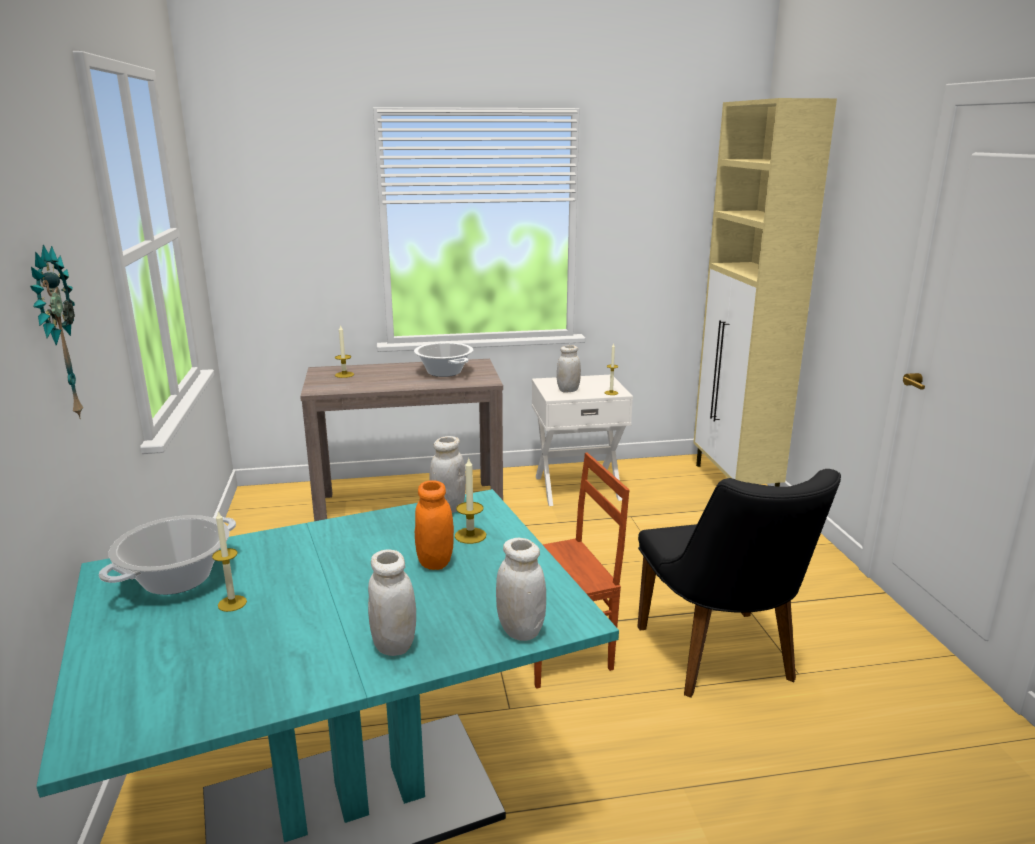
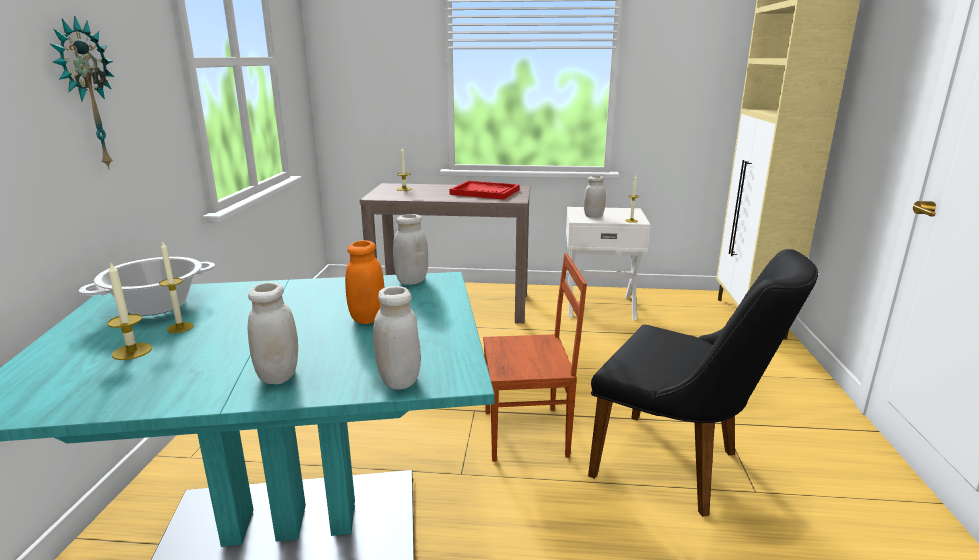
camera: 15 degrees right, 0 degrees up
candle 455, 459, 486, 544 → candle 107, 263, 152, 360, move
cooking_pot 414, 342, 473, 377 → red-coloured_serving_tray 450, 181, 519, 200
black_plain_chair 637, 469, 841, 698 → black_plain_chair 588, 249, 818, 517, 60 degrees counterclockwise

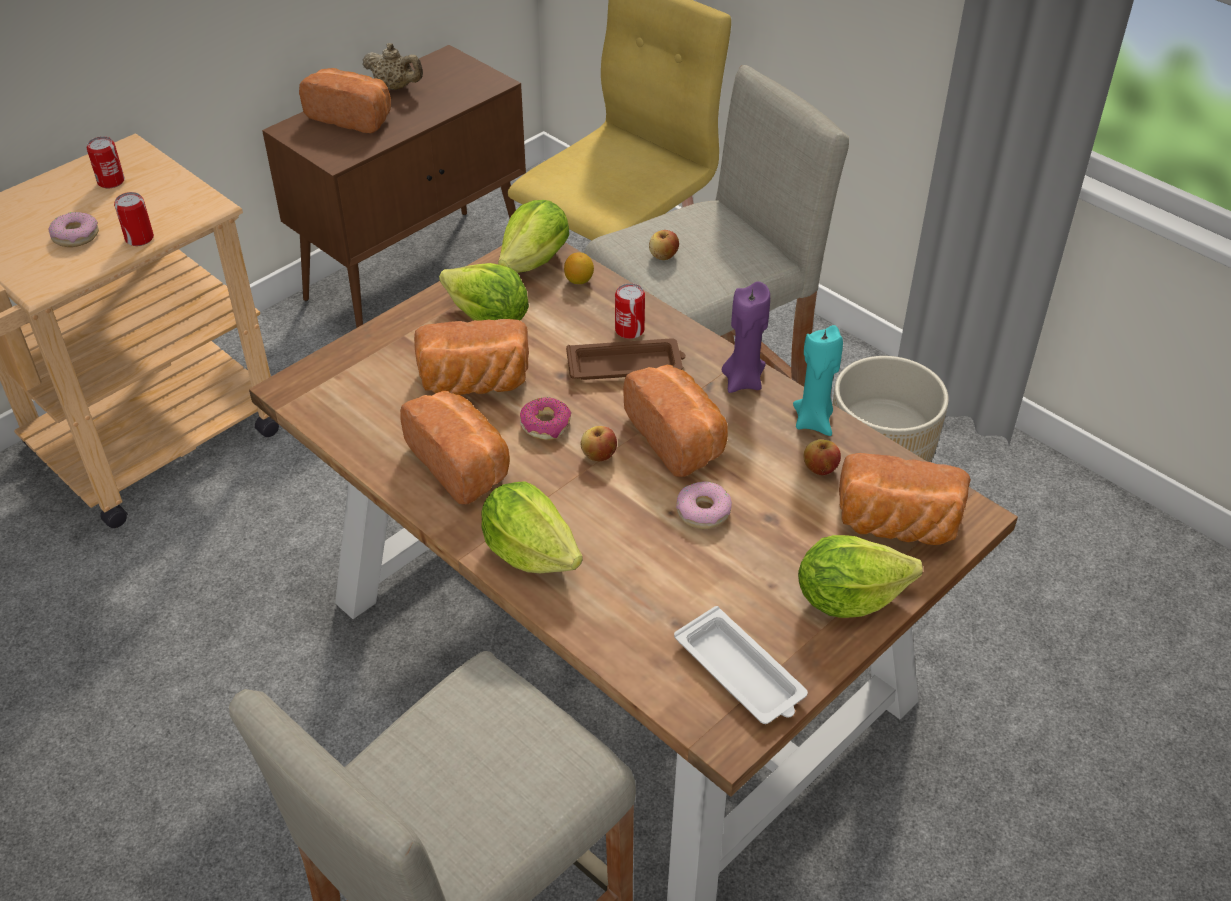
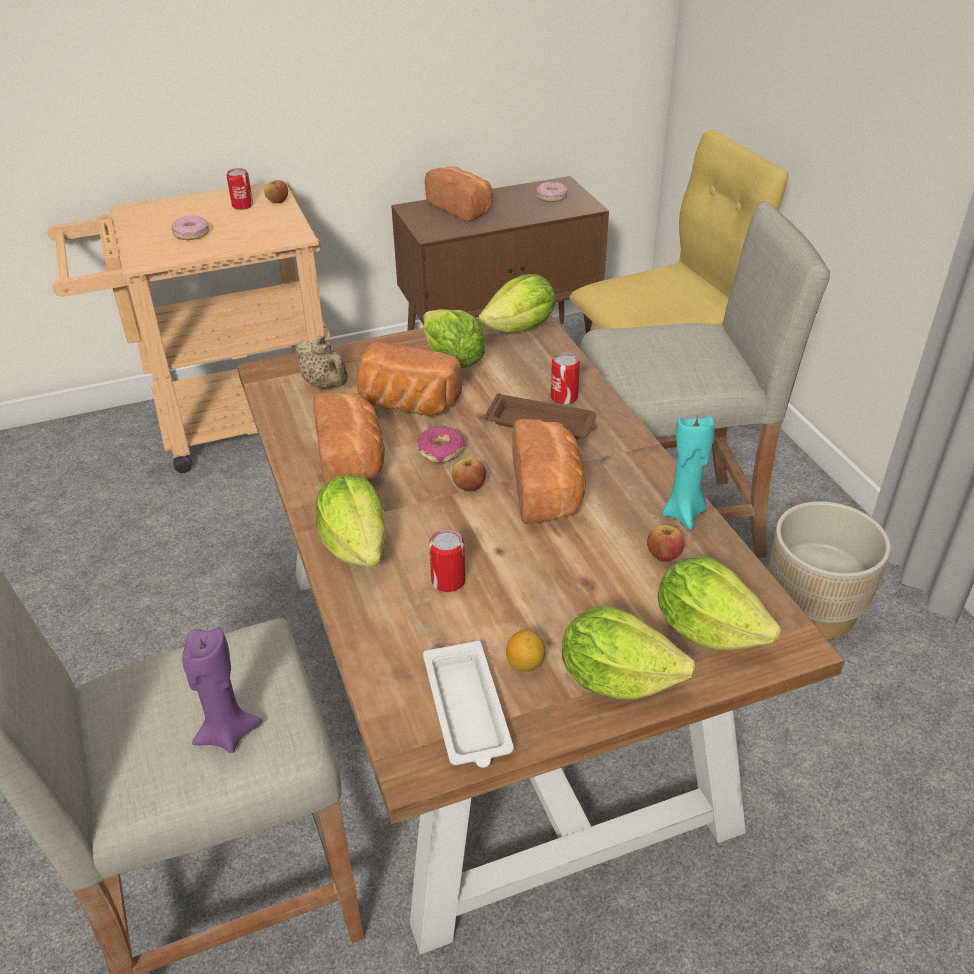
camera: 25 degrees right, 5 degrees down
sealed_can 114, 192, 154, 246 → sealed_can 429, 529, 465, 592, move
beige-coloured_pot_for_tea 362, 43, 423, 90 → beige-coloured_pot_for_tea 295, 335, 348, 389, move
citrus_fruit 564, 252, 594, 284 → citrus_fruit 506, 630, 545, 672, move
apple_fruit 649, 230, 679, 260 → apple_fruit 264, 180, 288, 203, move
doughnut 676, 481, 732, 529 → doughnut 537, 182, 567, 202, move
purple-coloured_candle 722, 281, 770, 393 → purple-coloured_candle 182, 628, 262, 753, move
bakery_bread 839, 453, 971, 545 → lettuce 658, 556, 781, 650

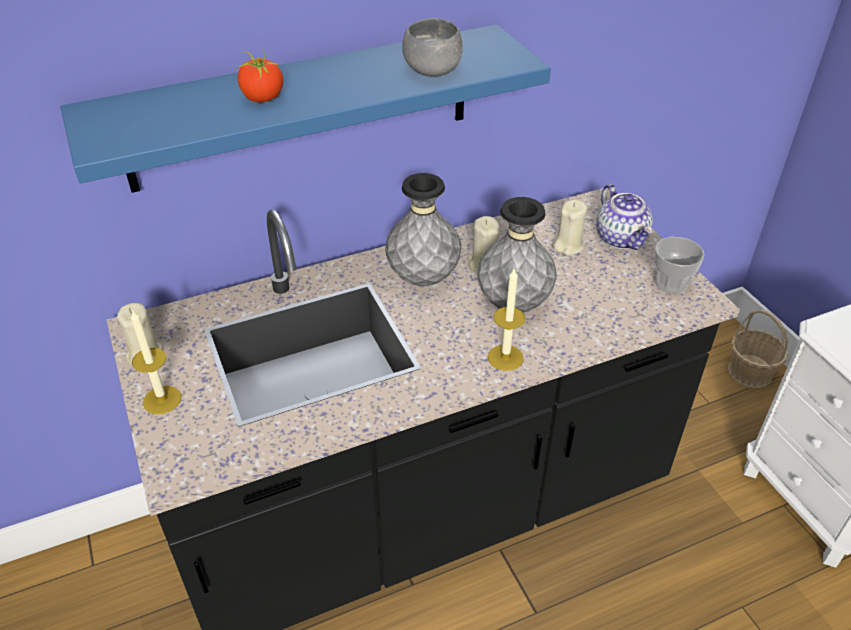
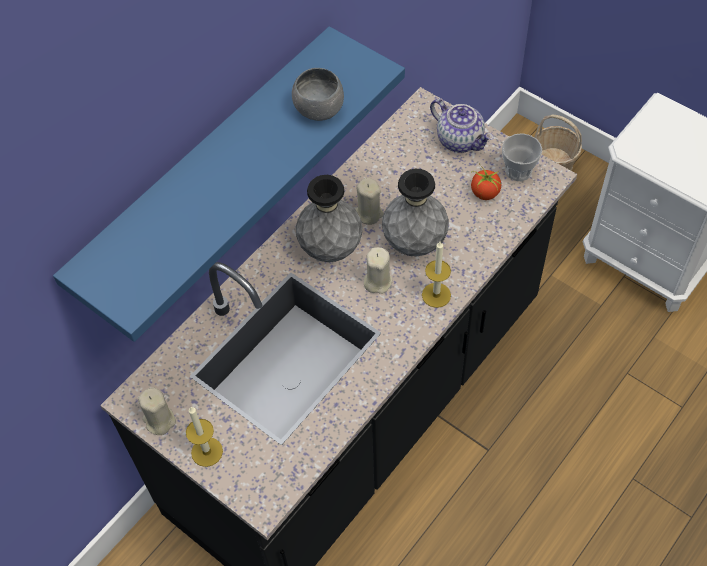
camera: 25 degrees left, 15 degrees up
fresh_tomato 238, 50, 283, 102 → fresh_tomato 471, 163, 502, 200, move
beige-coloured_candle 552, 199, 587, 256 → beige-coloured_candle 364, 247, 393, 294, move

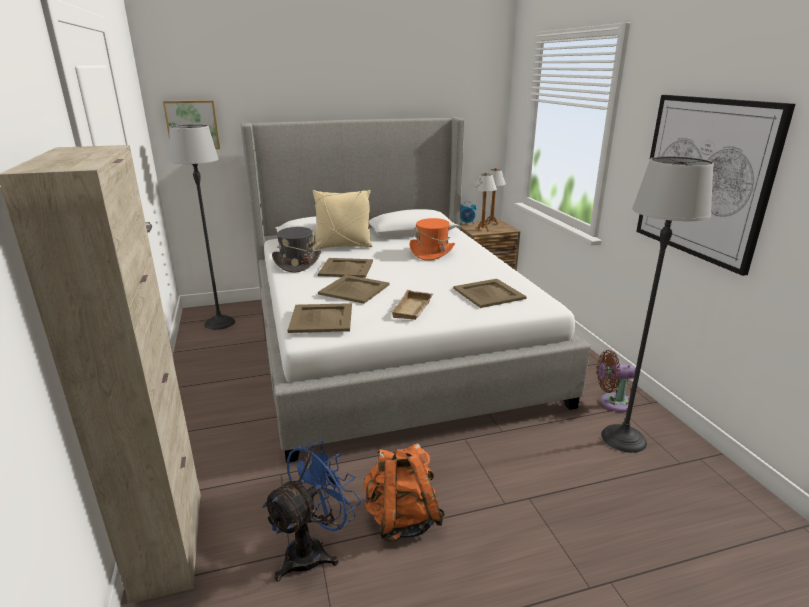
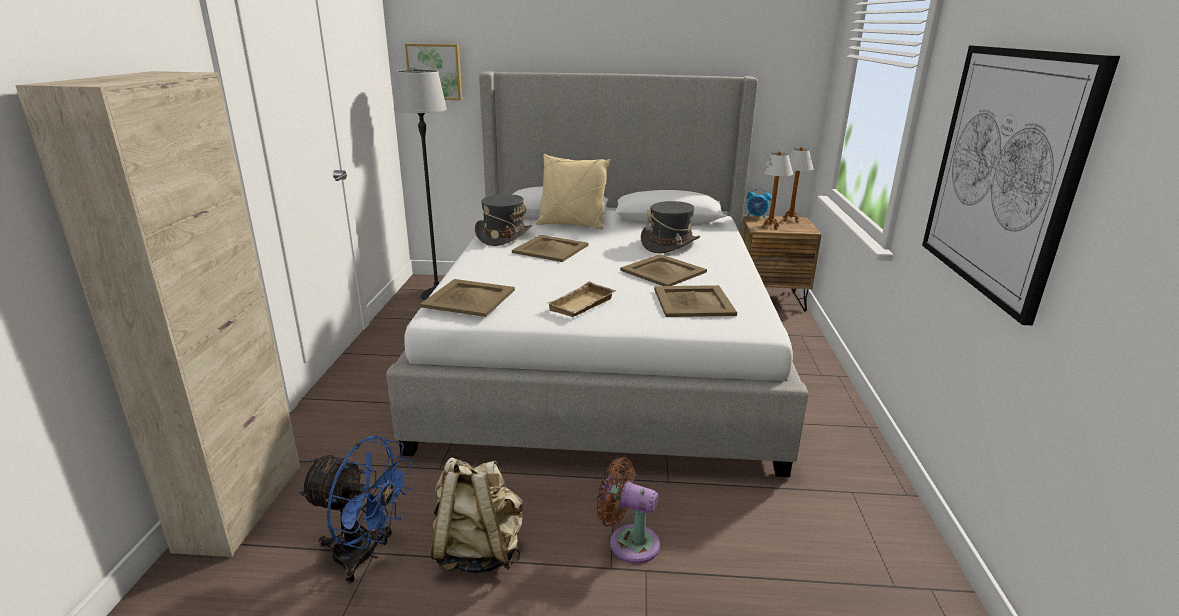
camera: 20 degrees right, 0 degrees up
standing_lamp 601, 156, 714, 453 → -
beige-coloured_serving_tray 318, 275, 389, 304 → beige-coloured_serving_tray 620, 254, 707, 286, move
brownish_fan 597, 350, 636, 412 → brownish_fan 596, 457, 660, 564, move
orange_backpack 364, 443, 445, 542 → beige-coloured_backpack 431, 457, 524, 573
orange_wearable_hat 410, 218, 455, 261 → grey_wearable_hat 641, 201, 700, 253
blue-coloured_fan 262, 440, 361, 582 → blue-coloured_fan 299, 436, 412, 583, 45 degrees clockwise

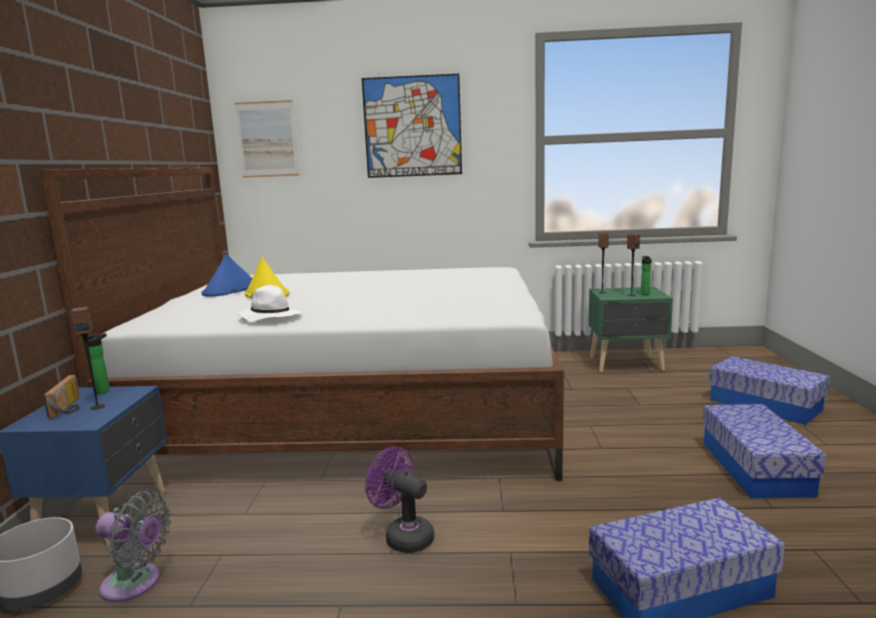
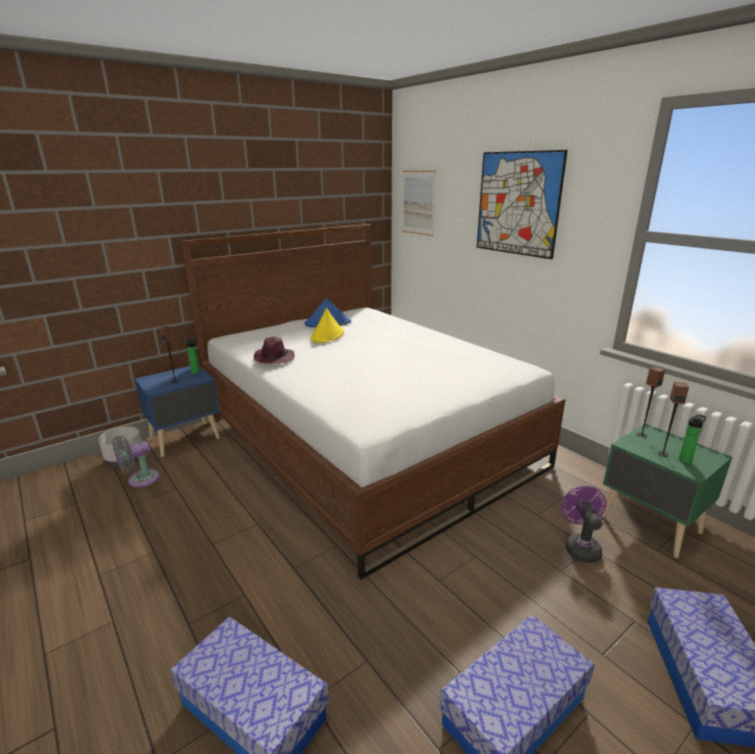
camera: 50 degrees right, 10 degrees up
radio_receiver 43, 375, 80, 419 → -
purple-coloured_fan 365, 446, 434, 553 → purple-coloured_fan 561, 486, 607, 563, move
white_wearable_hat 238, 285, 302, 322 → purple-coloured_wearable_hat 254, 337, 295, 364
grey_fan 96, 491, 171, 602 → grey_fan 112, 436, 160, 487, 75 degrees clockwise

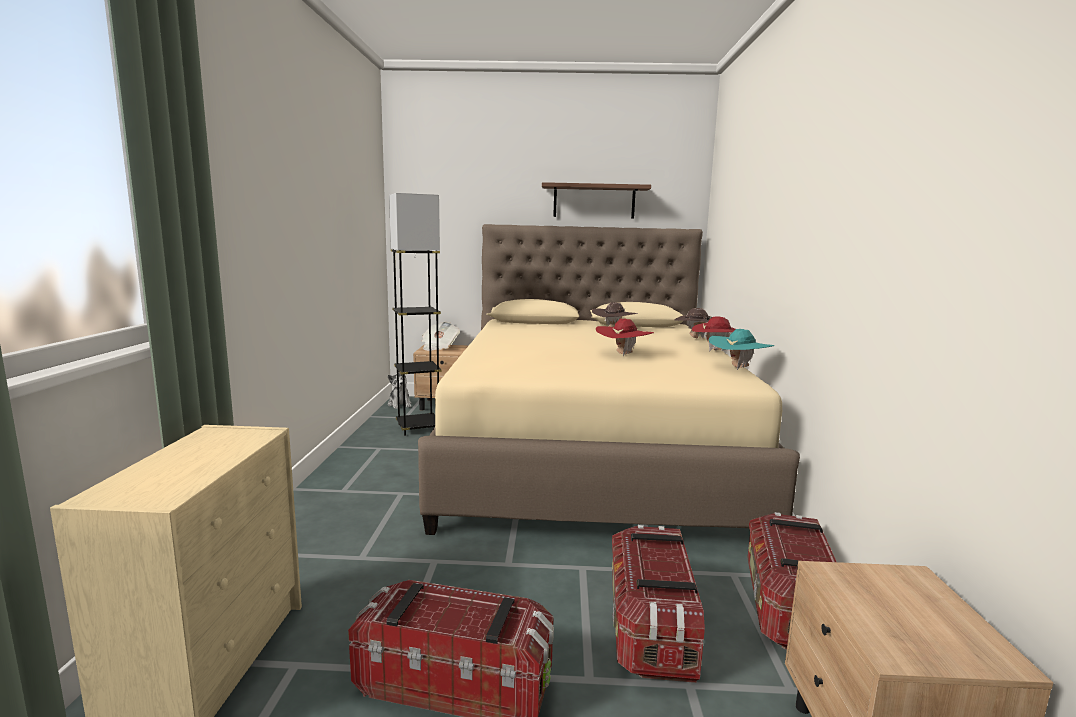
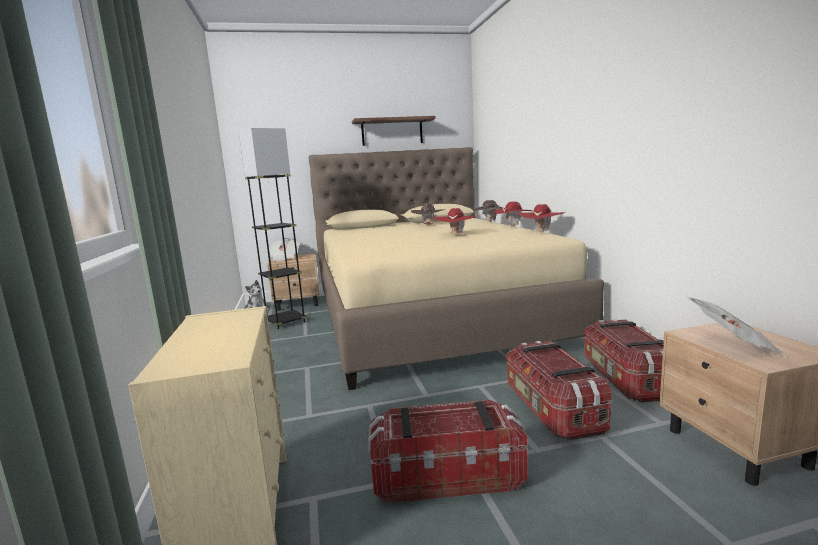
camera: 15 degrees left, 0 degrees up
- → printed_paper 687, 297, 789, 356
turquoise-coloured_wearable_hat 709, 329, 774, 370 → red-coloured_wearable_hat 518, 204, 565, 233

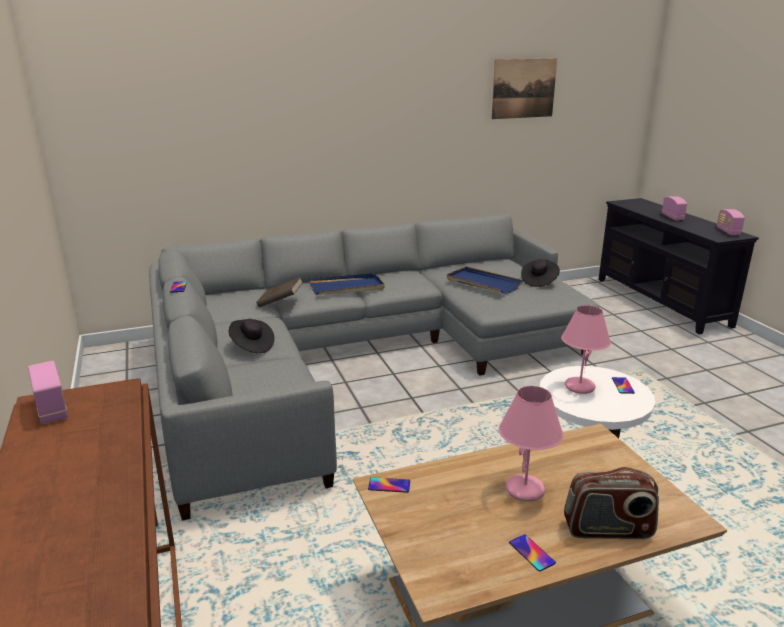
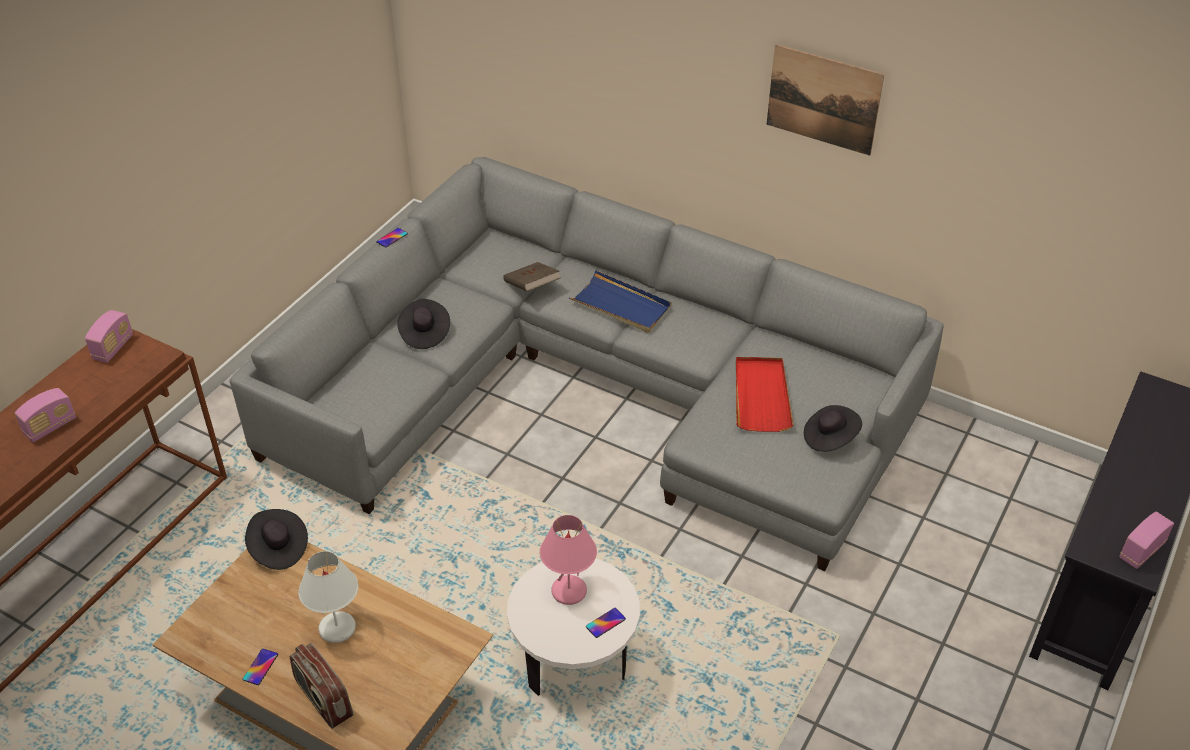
camera: 50 degrees right, 20 degrees up
picture 491, 58, 557, 119 → picture 767, 44, 884, 156, move
radio_receiver 662, 196, 687, 221 → radio_receiver 15, 388, 76, 443, move
phone 368, 477, 410, 493 → black_wearable_hat 245, 509, 308, 570
blue-coloured_serving_tray 447, 267, 523, 294 → red-coloured_serving_tray 736, 357, 794, 432
pinkish_table_lamp 499, 386, 563, 502 → white_table_lamp 298, 551, 359, 643

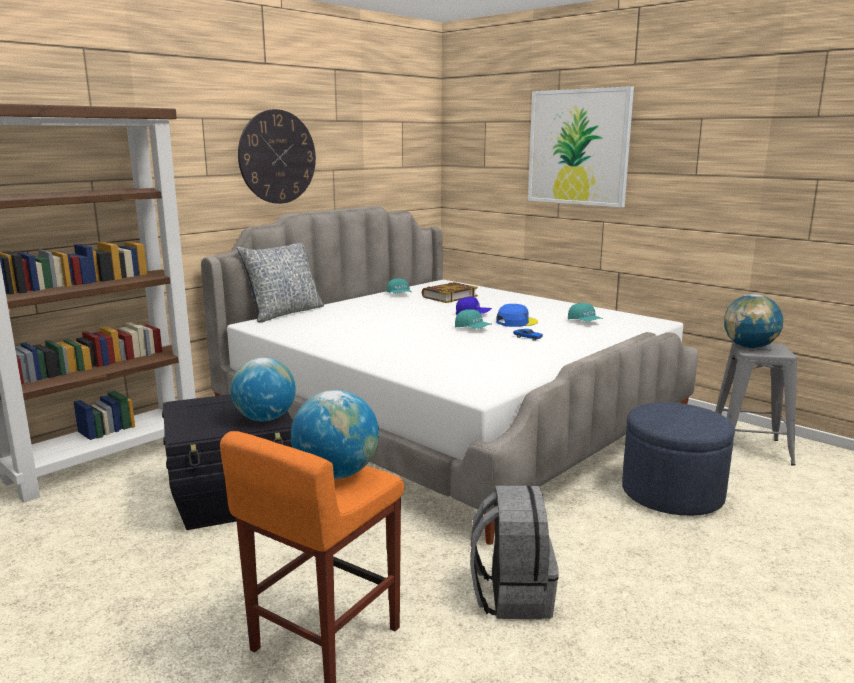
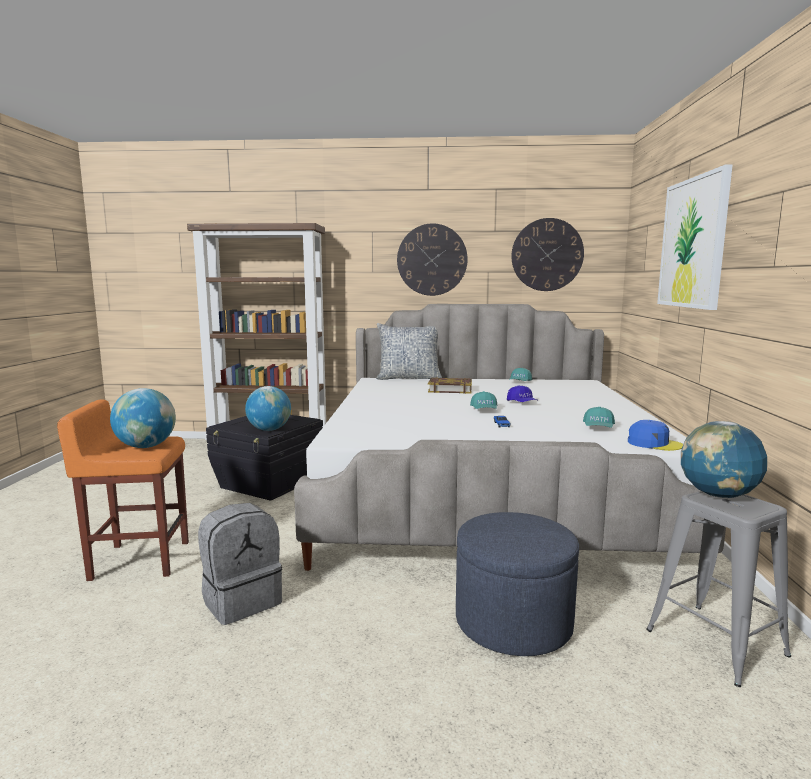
camera: 50 degrees right, 5 degrees down
- → hanging_clock 511, 218, 584, 291
volume 422, 282, 478, 303 → volume 428, 377, 472, 394, move
blue-coloured_cap 496, 304, 538, 327 → blue-coloured_cap 628, 420, 683, 451, move

